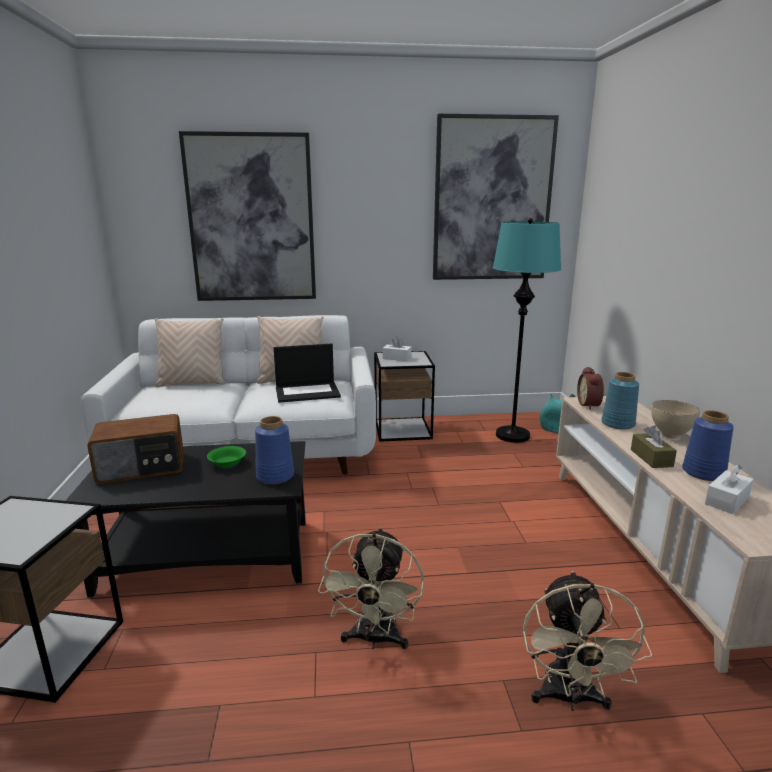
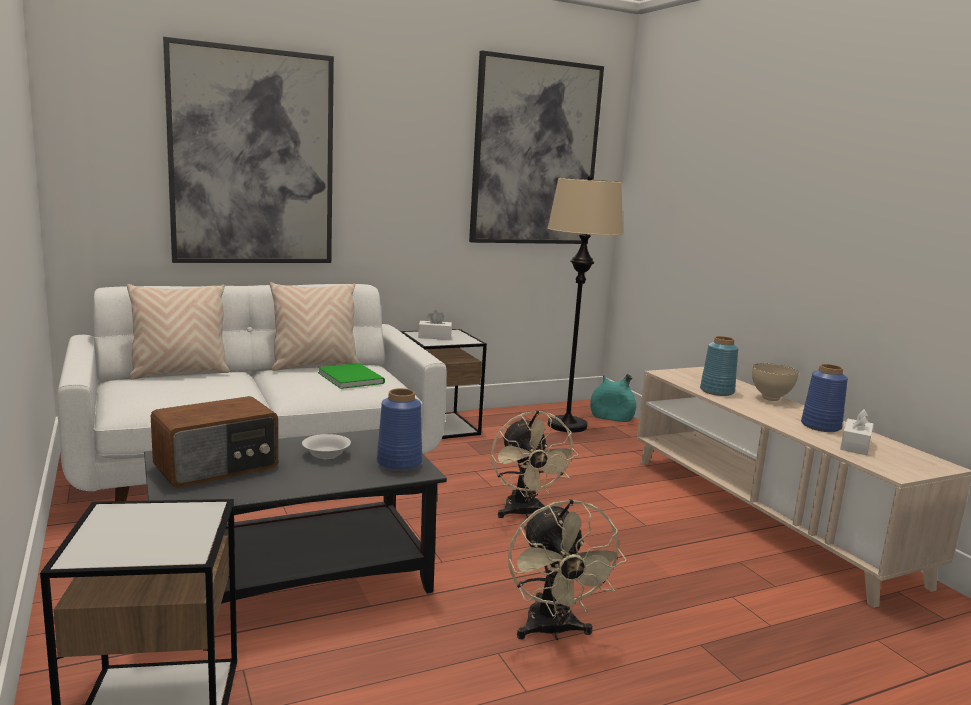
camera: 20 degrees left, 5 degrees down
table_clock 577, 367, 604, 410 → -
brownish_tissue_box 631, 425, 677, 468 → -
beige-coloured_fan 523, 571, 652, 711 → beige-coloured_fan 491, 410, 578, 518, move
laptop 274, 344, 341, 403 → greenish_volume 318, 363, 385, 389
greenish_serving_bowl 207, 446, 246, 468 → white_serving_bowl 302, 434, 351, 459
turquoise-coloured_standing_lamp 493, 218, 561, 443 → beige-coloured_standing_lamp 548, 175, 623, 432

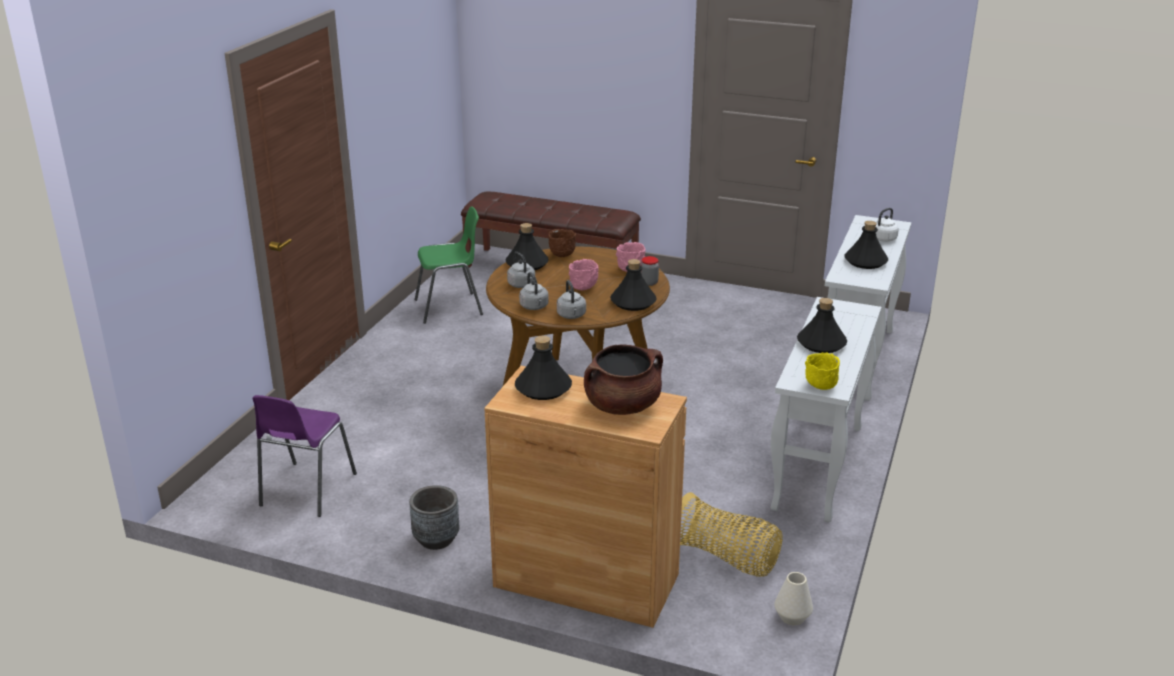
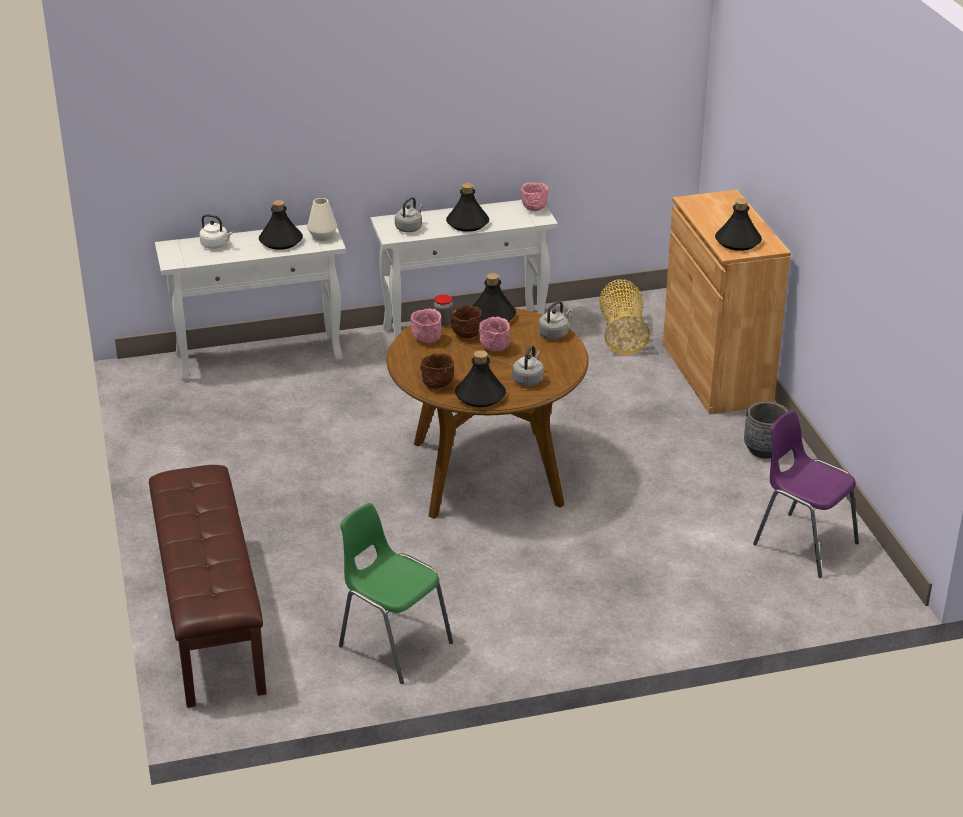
camera: 125 degrees left, 5 degrees up
brownish_cooking_pot 584, 344, 663, 415 → -
- → brownish_serving_bowl 451, 305, 481, 338
grey_kettle 519, 272, 549, 310 → grey_kettle 395, 197, 423, 232, move
white_flower_vase 774, 572, 813, 625 → white_flower_vase 307, 198, 337, 241, move
yellow_serving_bowl 805, 352, 840, 390 → pinkish_serving_bowl 520, 182, 548, 211
purple-coloured_plain_chair 252, 395, 357, 517 → purple-coloured_plain_chair 753, 410, 859, 578, 120 degrees counterclockwise

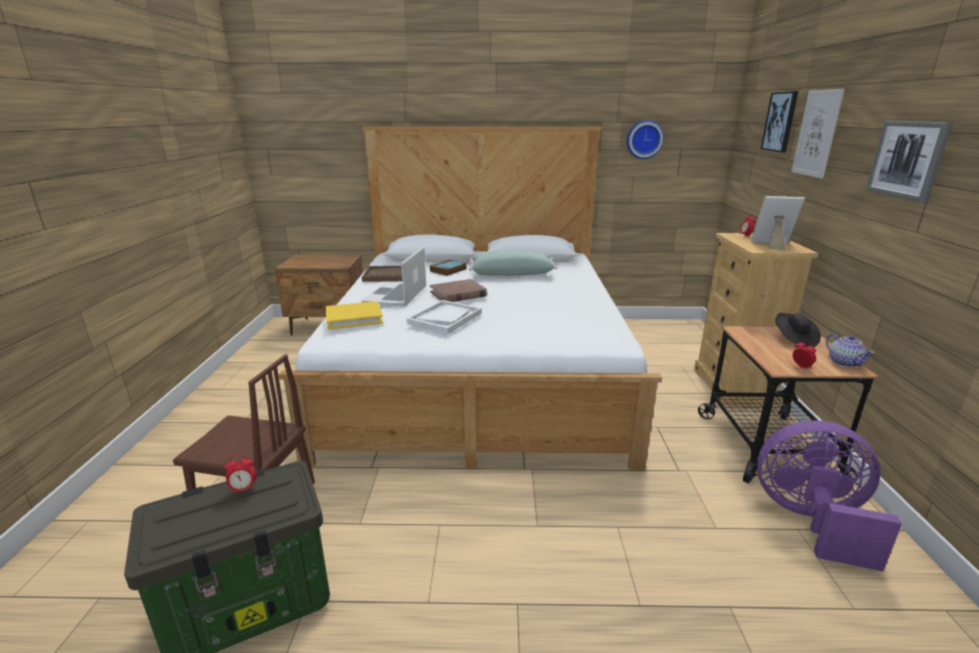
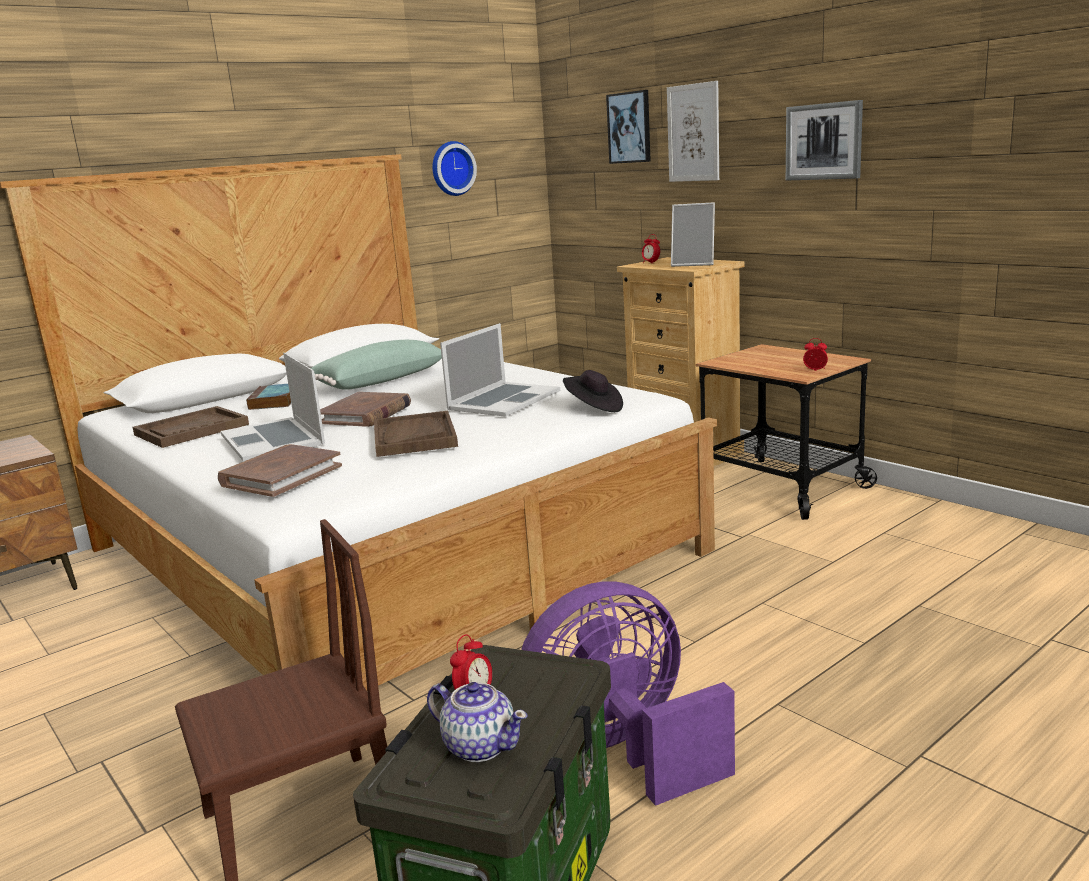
camera: 40 degrees left, 5 degrees down
- → laptop 440, 323, 560, 417
purple-coloured_fan 757, 420, 902, 571 → purple-coloured_fan 521, 581, 735, 806, move
black_wearable_hat 776, 313, 821, 347 → black_wearable_hat 563, 370, 623, 412, move
pot_for_tea 826, 334, 875, 367 → pot_for_tea 427, 682, 528, 762, move
yellow_volume 326, 301, 383, 330 → brownish_volume 218, 444, 342, 497
white_serving_tray 406, 300, 482, 334 → brownish_serving_tray 374, 411, 458, 457
picture_frame 751, 196, 805, 249 → picture_frame 671, 202, 715, 267, 135 degrees counterclockwise

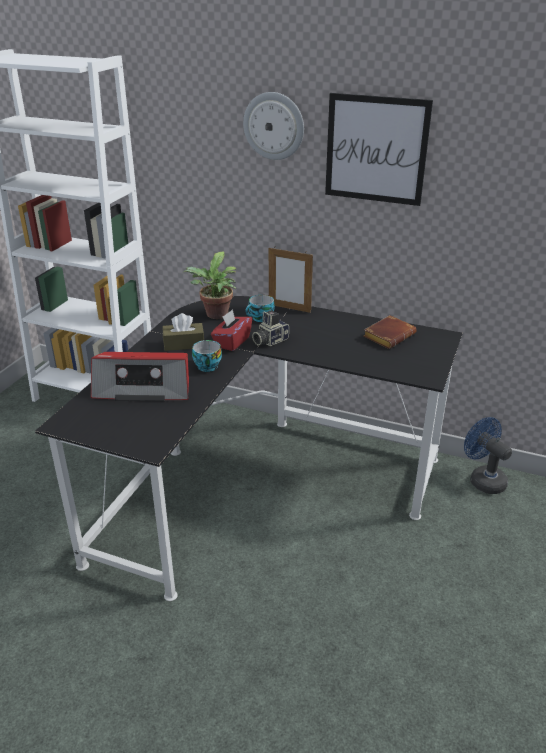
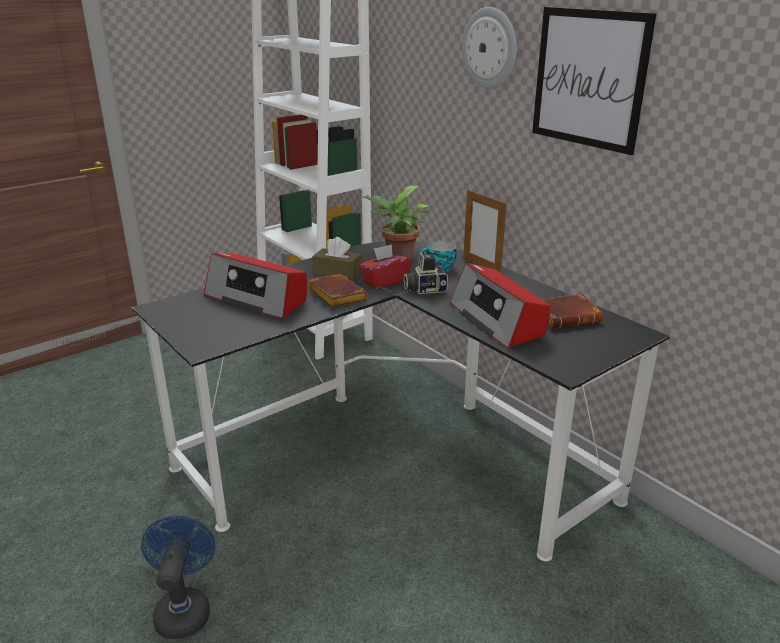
camera: 30 degrees right, 5 degrees down
- → radio_receiver 450, 263, 551, 348
blue-coloured_fan 464, 417, 512, 494 → blue-coloured_fan 141, 516, 215, 639, move
drinking_cup 192, 340, 222, 372 → brownish_volume 308, 274, 368, 307

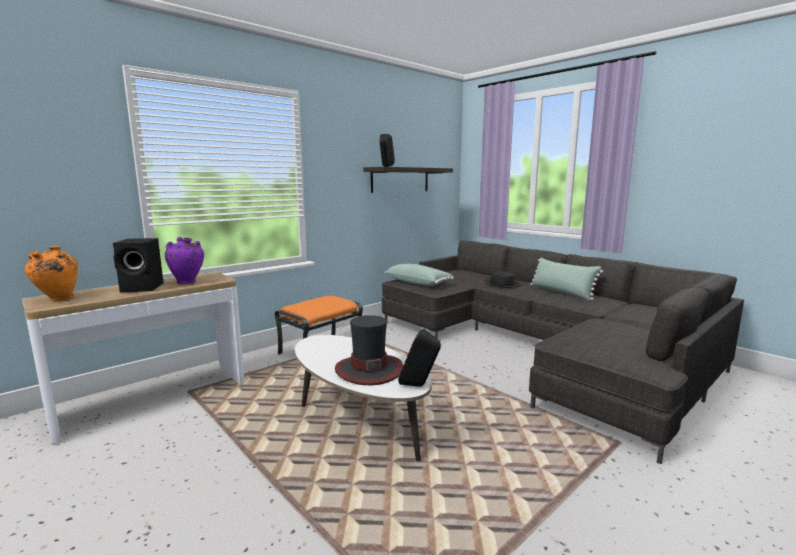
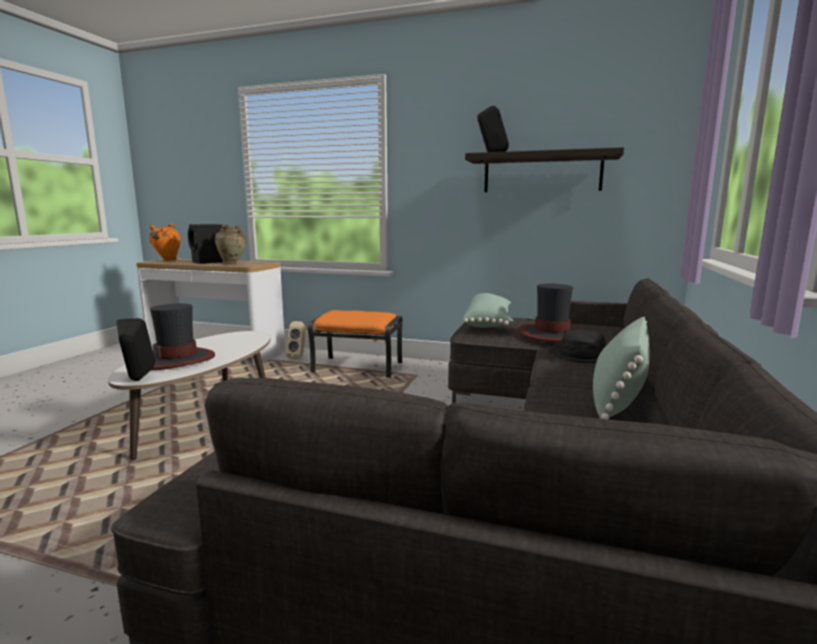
camera: 60 degrees right, 0 degrees up
- → beige-coloured_audio_speaker 286, 321, 306, 359
- → wearable_hat 519, 283, 581, 342
purple-coloured_flower_vase 165, 237, 204, 284 → beige-coloured_flower_vase 215, 225, 247, 264

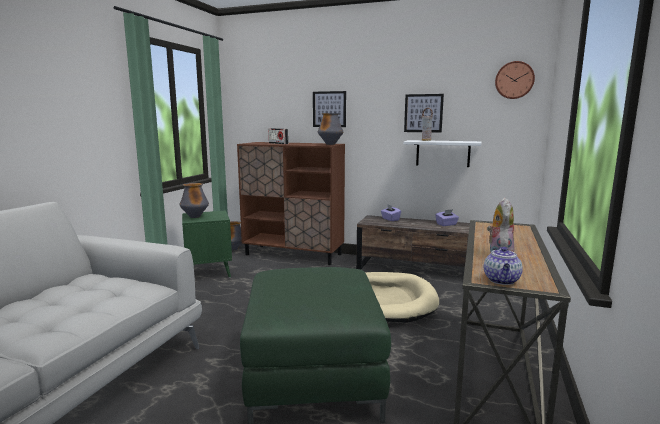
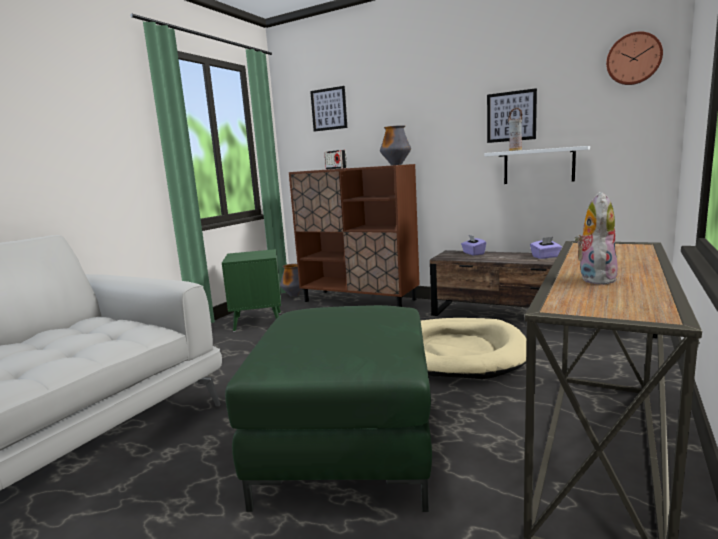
camera: 10 degrees right, 0 degrees up
flower_vase 179, 183, 209, 218 → -
pot_for_tea 484, 247, 523, 285 → -
picture 313, 91, 346, 127 → picture 310, 86, 347, 132, move

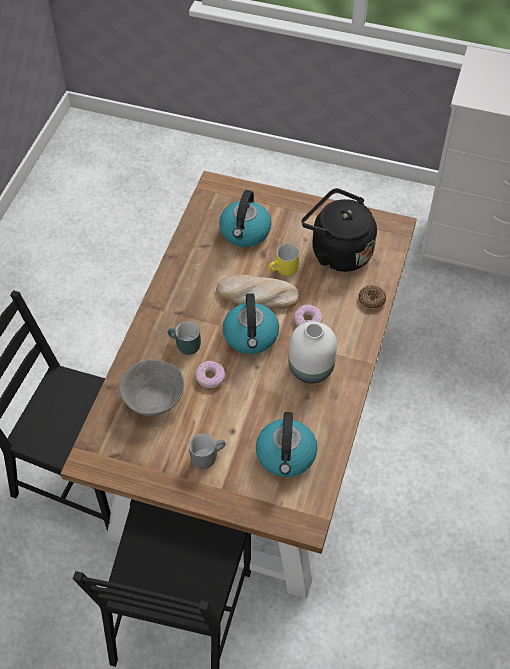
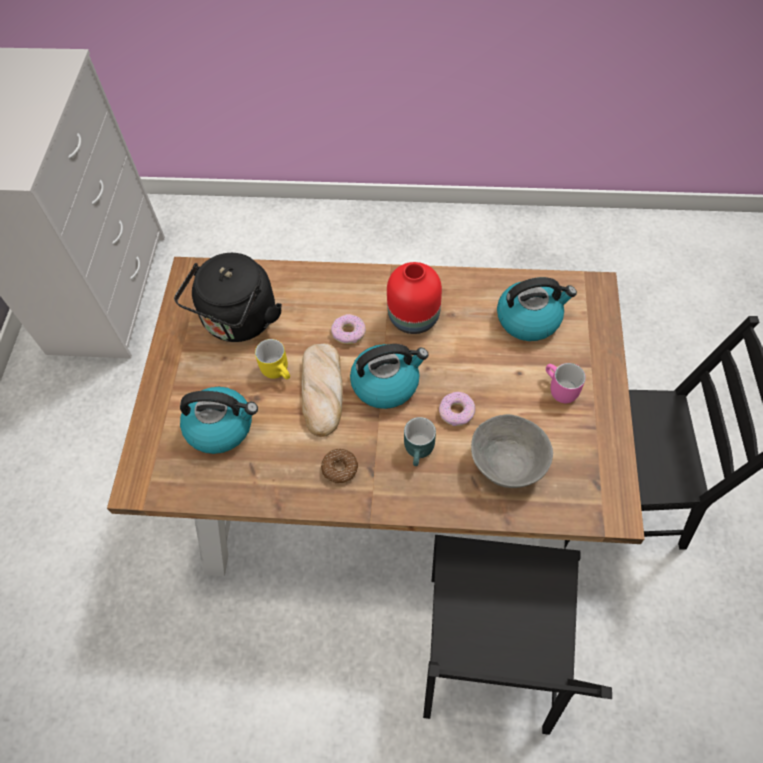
camera: 100 degrees left, 5 degrees up
doughnut 358, 285, 386, 309 → doughnut 321, 449, 358, 484, move
grey_coffee_mug 189, 434, 226, 469 → pinkish_coffee_mug 546, 363, 586, 403
white_flower_vase 288, 321, 337, 383 → red-coloured_flower_vase 387, 262, 442, 334

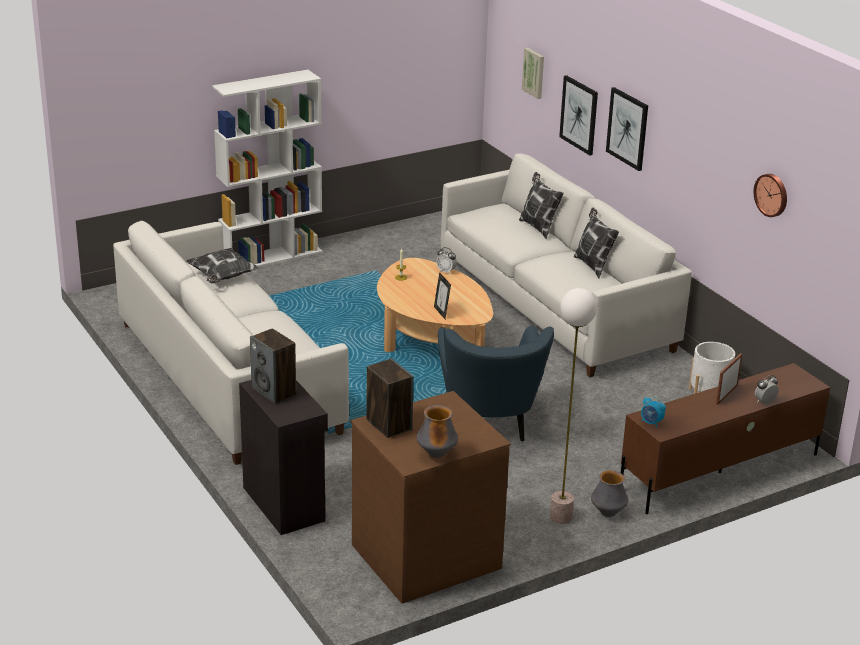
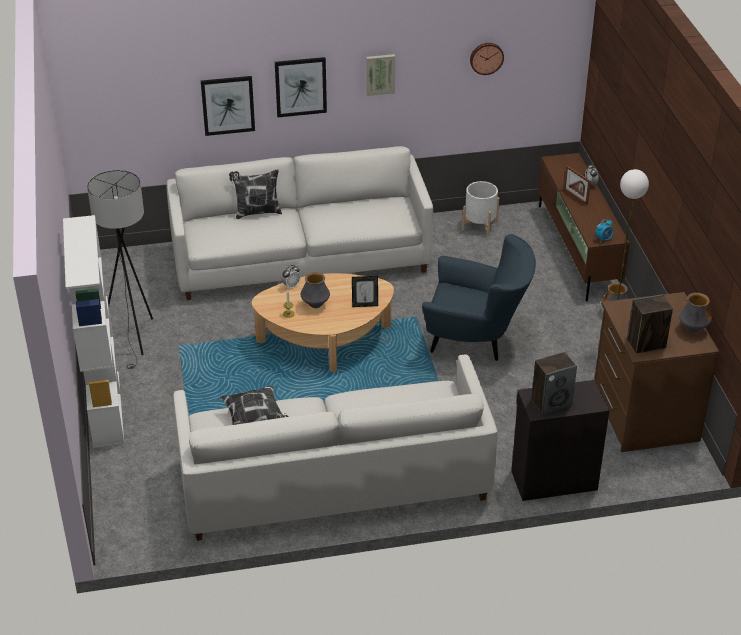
camera: 70 degrees left, 10 degrees up
pillow 574, 208, 619, 278 → -
- → grey_standing_lamp 87, 170, 153, 369
- → flower_vase 301, 272, 330, 308
picture 522, 48, 544, 99 → picture 366, 54, 395, 96, move

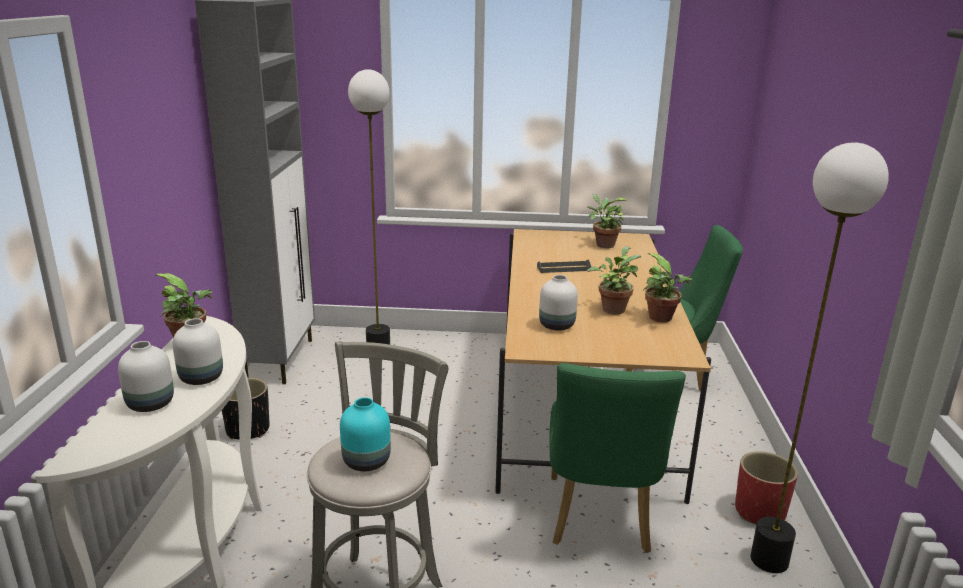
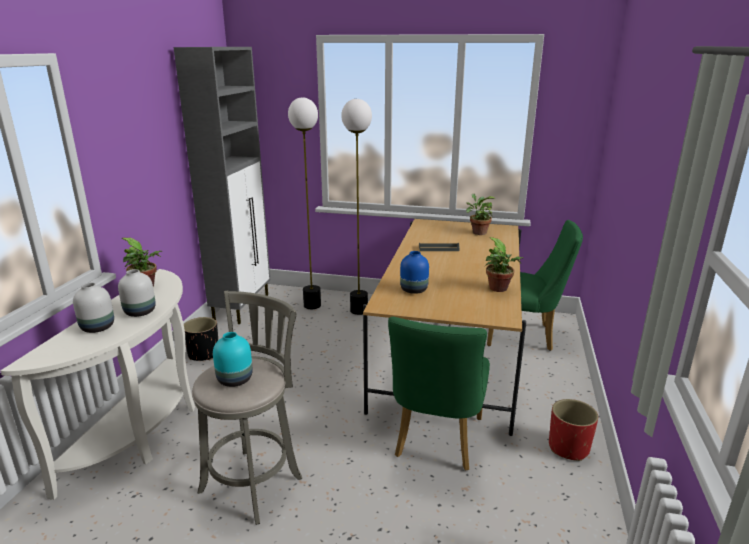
camera: 10 degrees right, 0 degrees up
houseplant 587, 246, 641, 315 → -
standing_lamp 750, 142, 889, 573 → standing_lamp 341, 99, 372, 315, move
white_flower_vase 539, 275, 578, 330 → blue-coloured_flower_vase 400, 251, 429, 294

